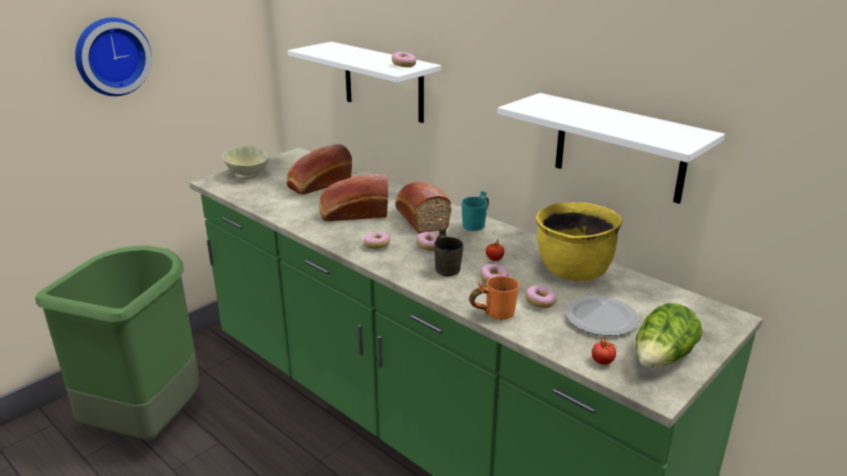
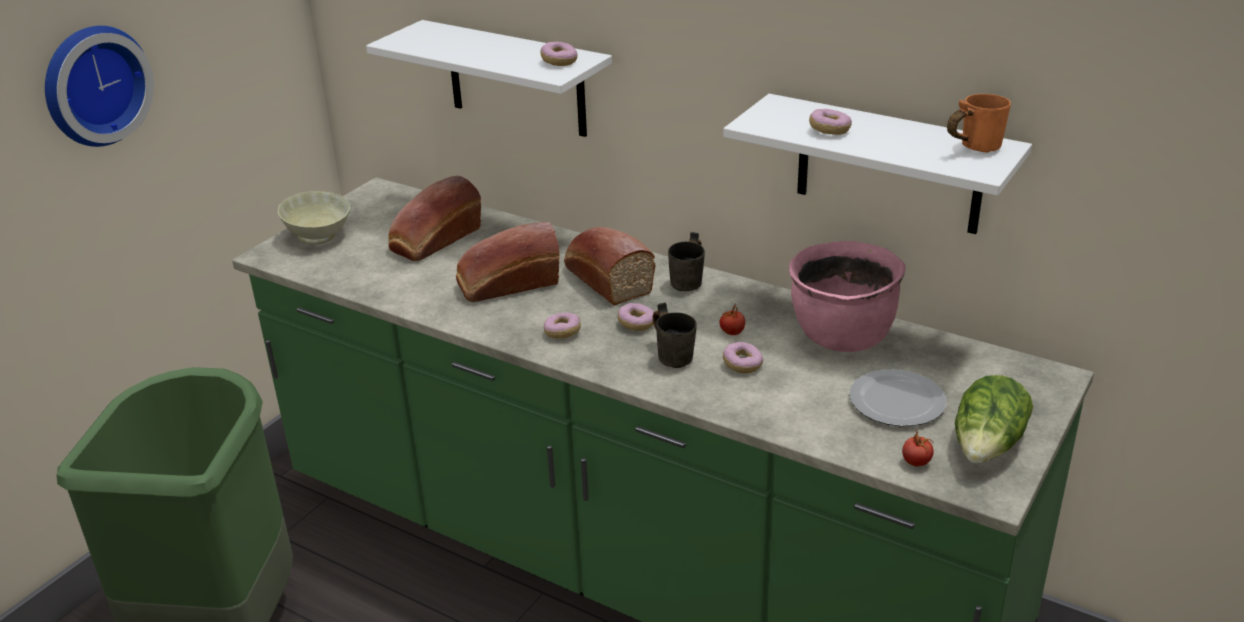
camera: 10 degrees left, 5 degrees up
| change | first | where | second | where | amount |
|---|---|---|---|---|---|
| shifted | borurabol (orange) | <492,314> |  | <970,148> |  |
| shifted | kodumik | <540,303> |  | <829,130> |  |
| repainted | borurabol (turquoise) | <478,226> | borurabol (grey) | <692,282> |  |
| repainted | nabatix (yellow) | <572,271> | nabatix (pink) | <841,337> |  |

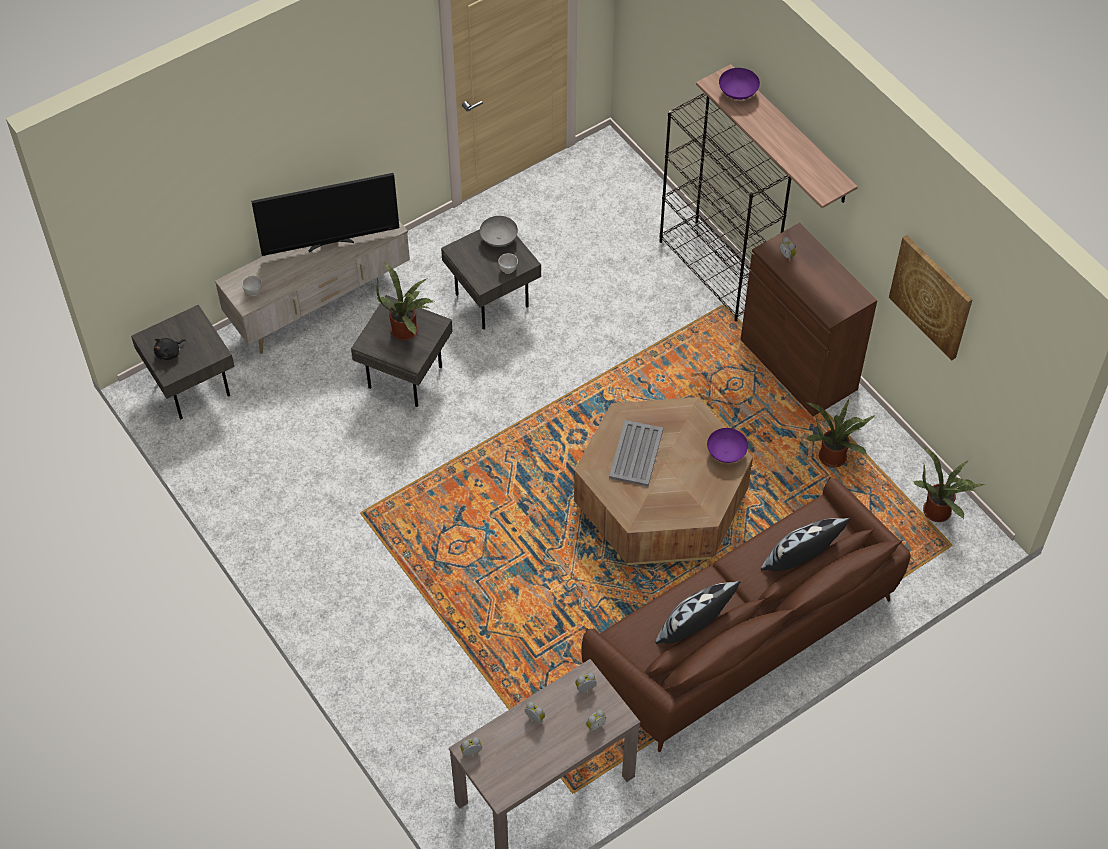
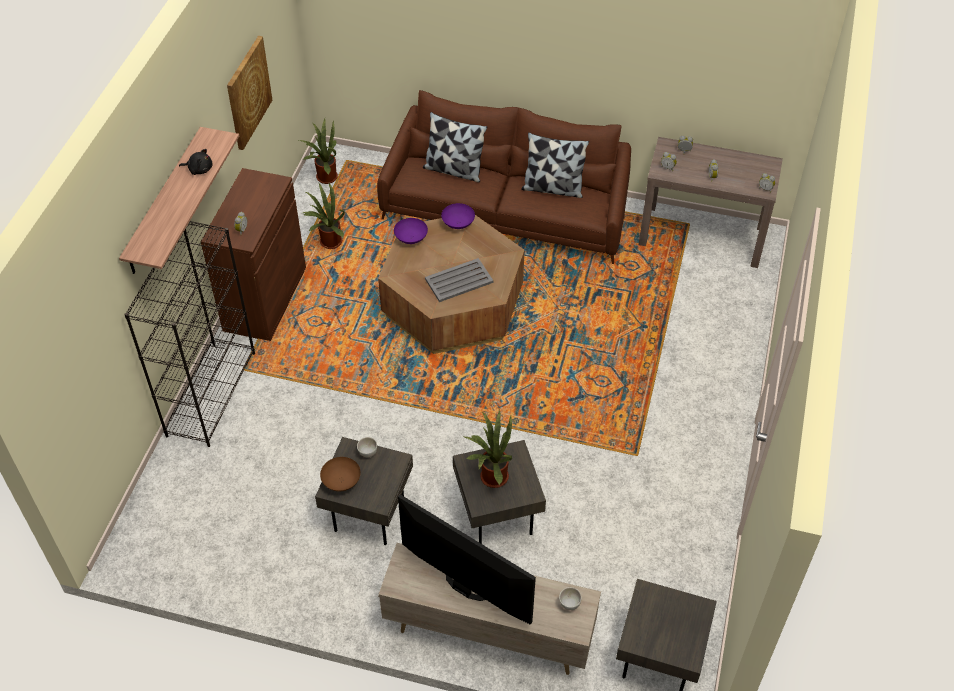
camera: 130 degrees left, 5 degrees down
| change | first | where | second | where | amount |
|---|---|---|---|---|---|
| shifted | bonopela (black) | <169,353> |  | <199,169> |  |
| shifted | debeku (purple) | <737,93> |  | <458,224> |  |
| repainted | debeku (grey) | <499,239> | debeku (brown) | <341,481> |  |

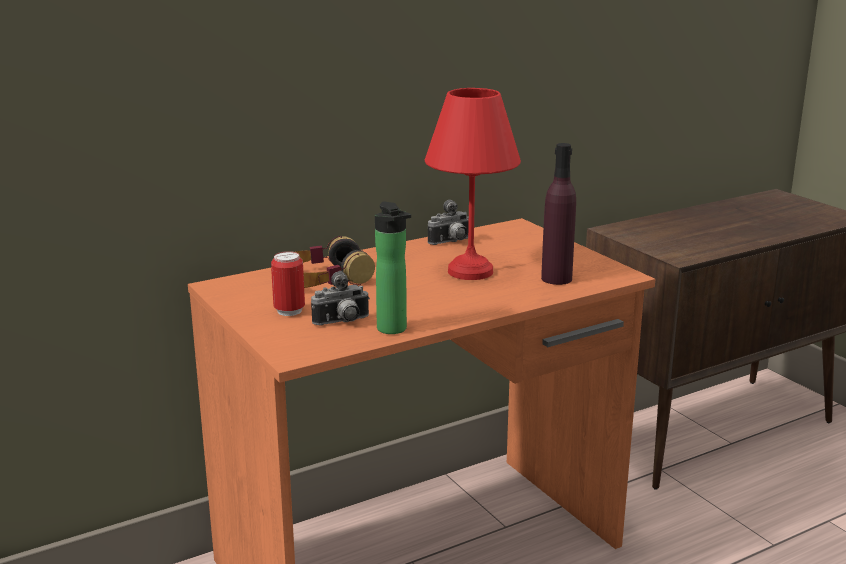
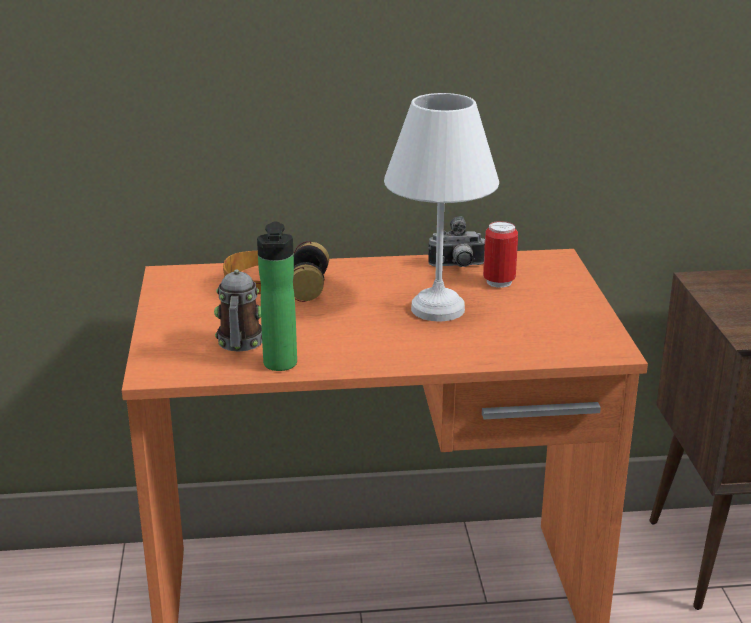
camera: 25 degrees right, 5 degrees up
| change | first | where | second | where | amount |
|---|---|---|---|---|---|
| gone | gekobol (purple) | <556,279> |  |  |  |
| shifted | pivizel | <289,311> |  | <499,282> |  |
| swapped | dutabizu | <342,322> | borurabol | <239,345> |  |
| repainted | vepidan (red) | <472,271> | vepidan (white) | <440,309> |  |

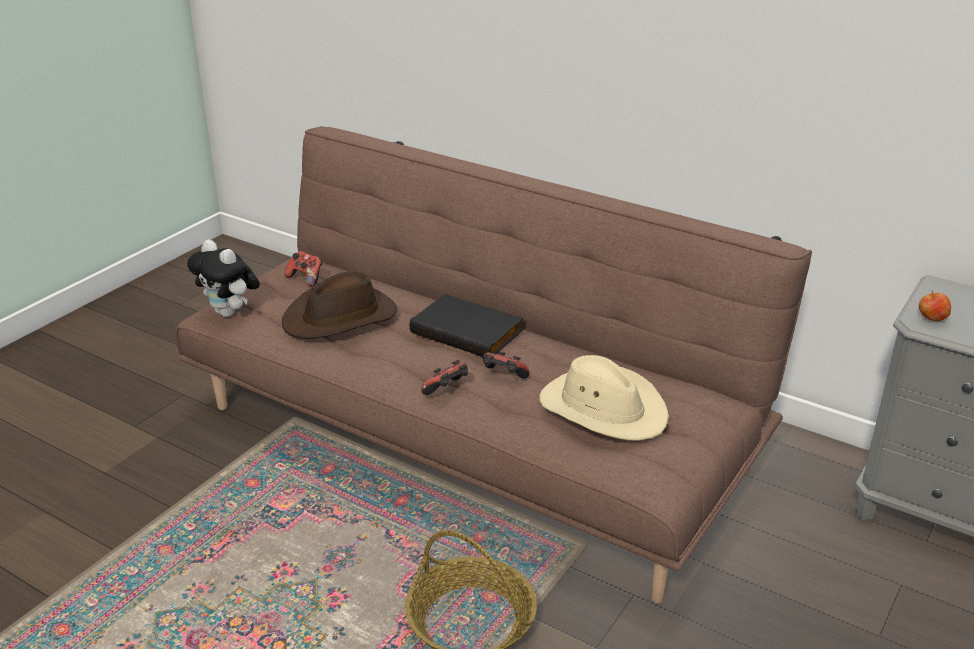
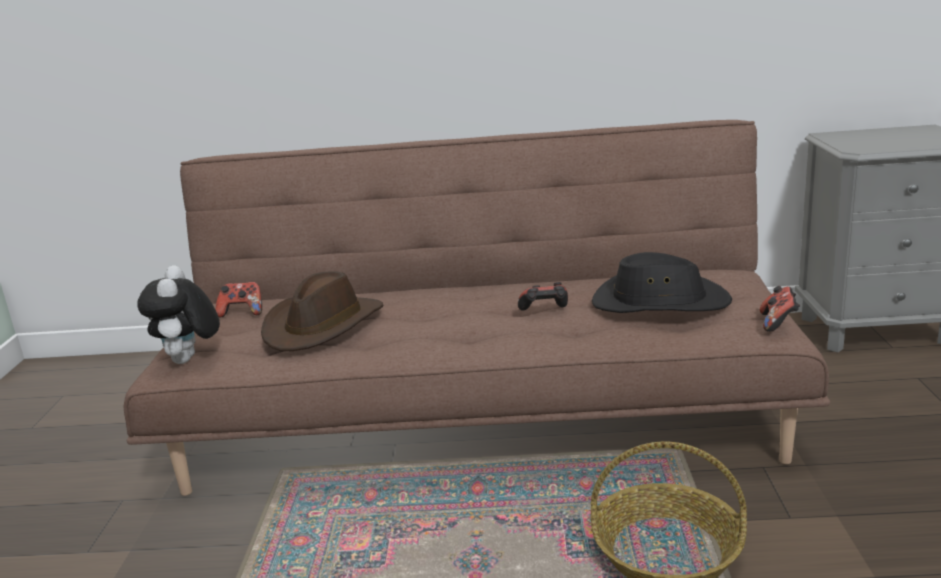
camera: 30 degrees left, 10 degrees down
| change | first | where | second | where | amount |
|---|---|---|---|---|---|
| gone | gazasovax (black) | <468,331> |  |  |  |
| gone | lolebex | <931,319> |  |  |  |
| shifted | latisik | <447,390> |  | <778,323> |  |
| repainted | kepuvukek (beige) | <603,408> | kepuvukek (black) | <659,303> |  |
| rotated | bonopela | <230,313> |  | <189,361> | 75 degrees clockwise |

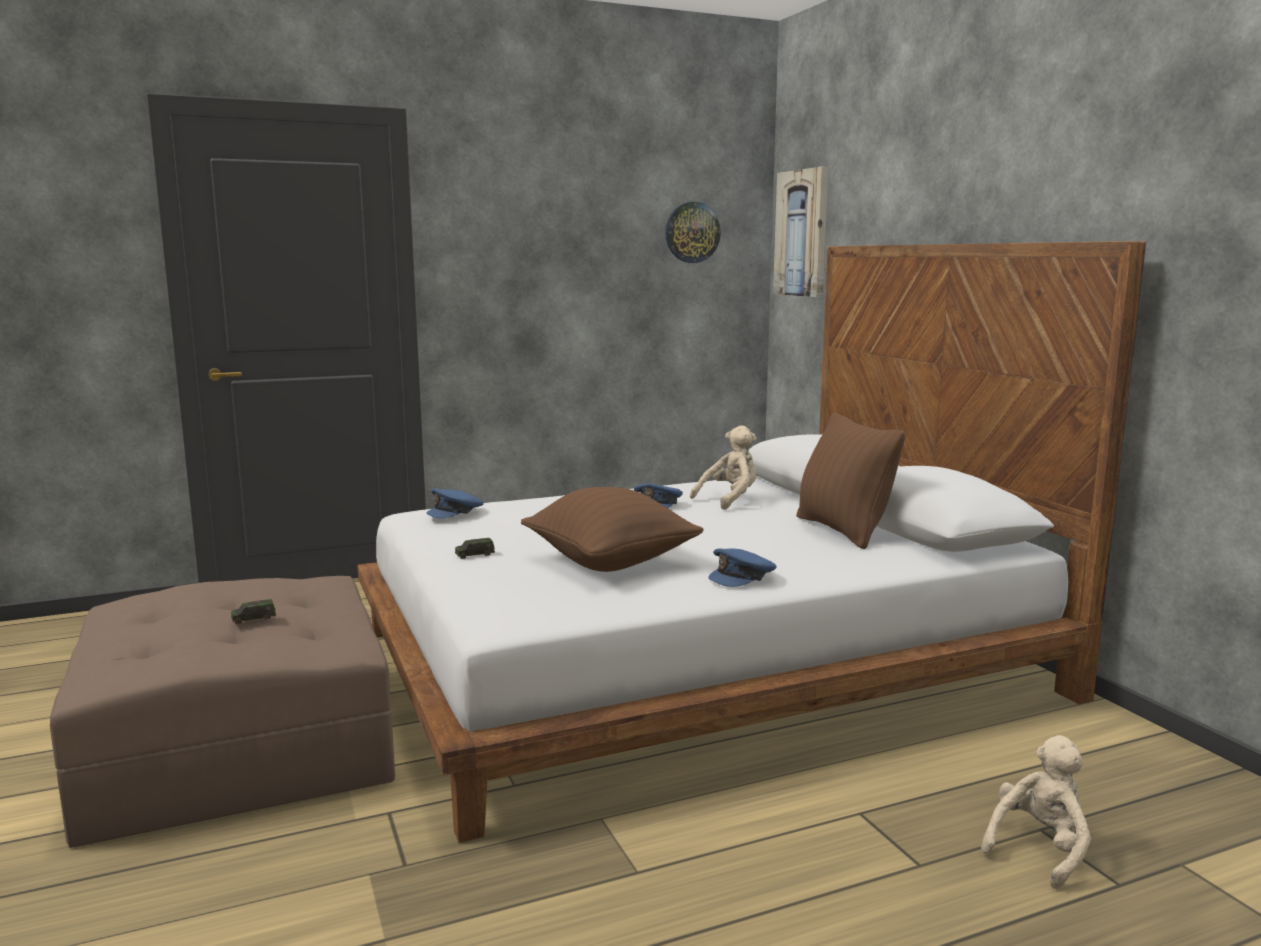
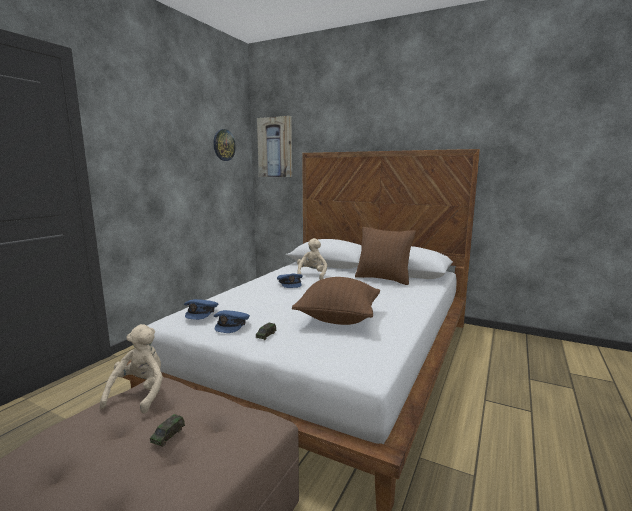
camera: 40 degrees left, 0 degrees up
| change | first | where | second | where | amount |
|---|---|---|---|---|---|
| shifted | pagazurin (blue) | <742,576> |  | <231,325> |  |
| shifted | bonopela (beige) | <1039,849> |  | <140,393> |  |

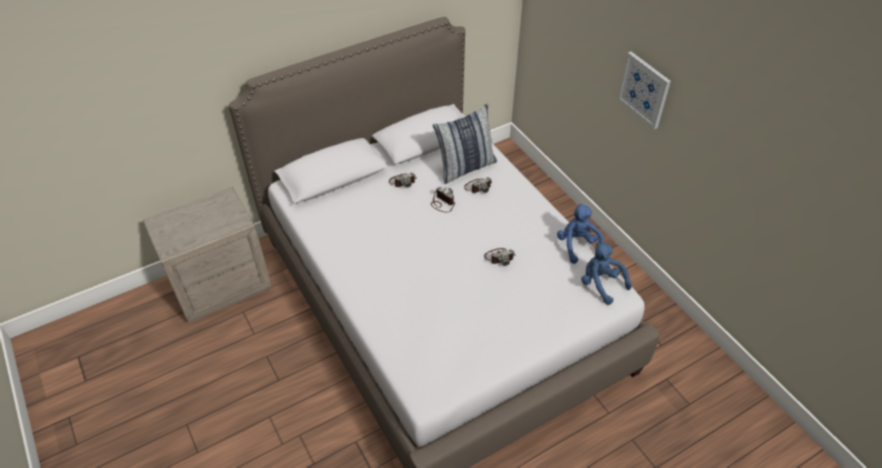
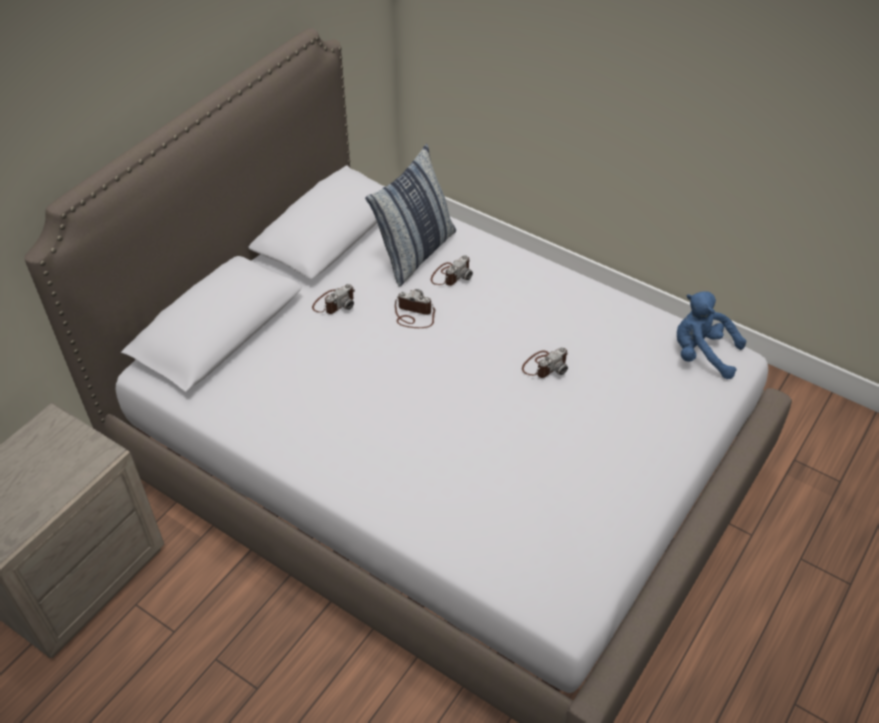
camera: 25 degrees left, 0 degrees up
| change | first | where | second | where | amount |
|---|---|---|---|---|---|
| gone | bonopela (blue) | <578,245> |  |  |  |
| gone | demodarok | <644,89> |  |  |  |

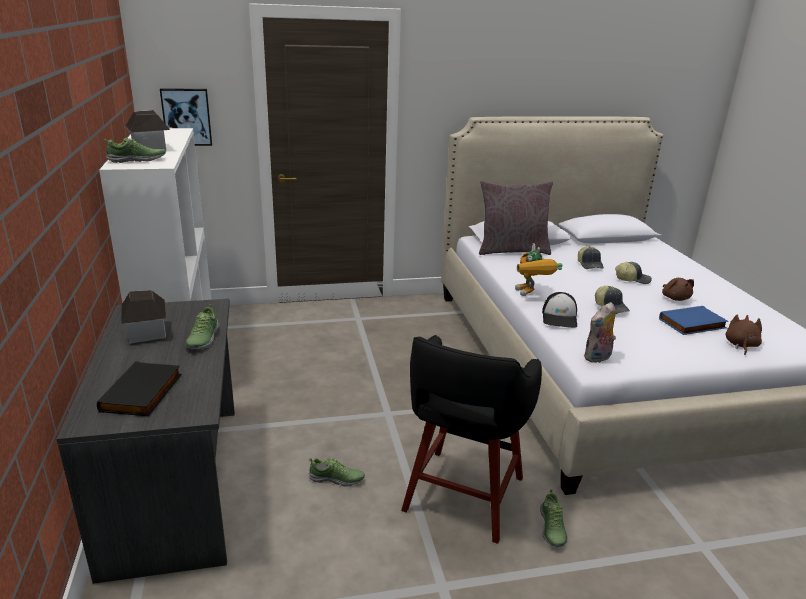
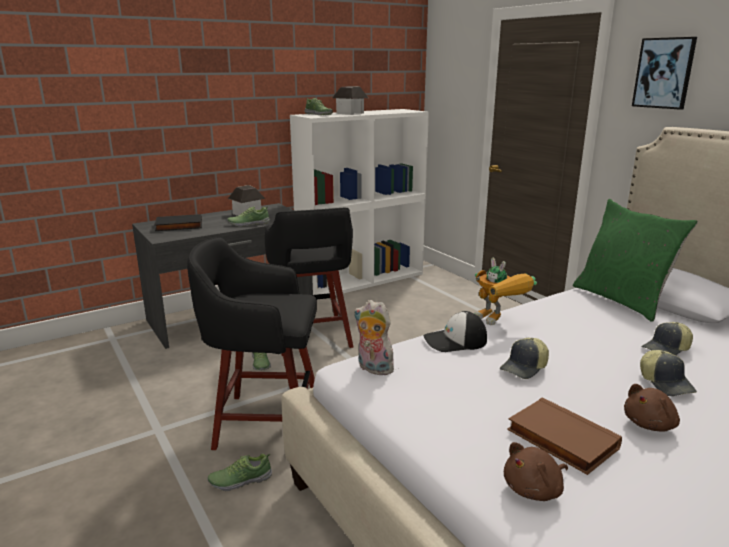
camera: 70 degrees right, 5 degrees down
| change | first | where | second | where | amount |
|---|---|---|---|---|---|
| new |  |  | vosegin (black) | <312,337> |  |
| shifted | demodarok | <186,117> |  | <664,73> |  |
| repainted | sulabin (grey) | <512,250> | sulabin (green) | <621,300> |  |
| repainted | gazasovax (blue) | <692,324> | gazasovax (brown) | <560,439> |  |
| rotated | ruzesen | <531,295> |  | <499,322> | 90 degrees counterclockwise |
| rotated | bonopela (brown) | <740,345> |  | <534,489> | 150 degrees clockwise |

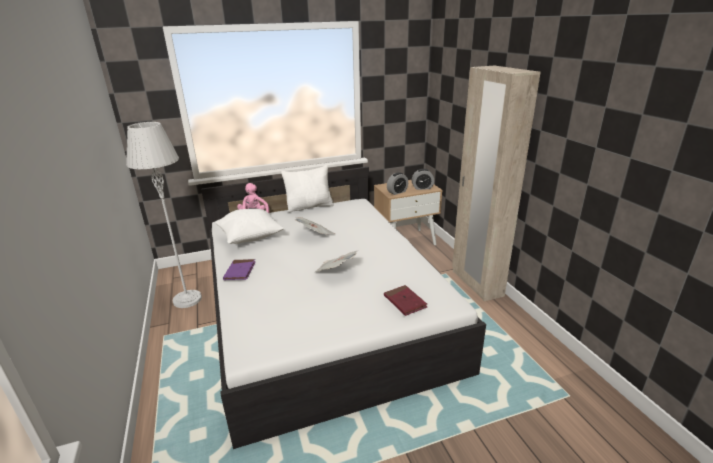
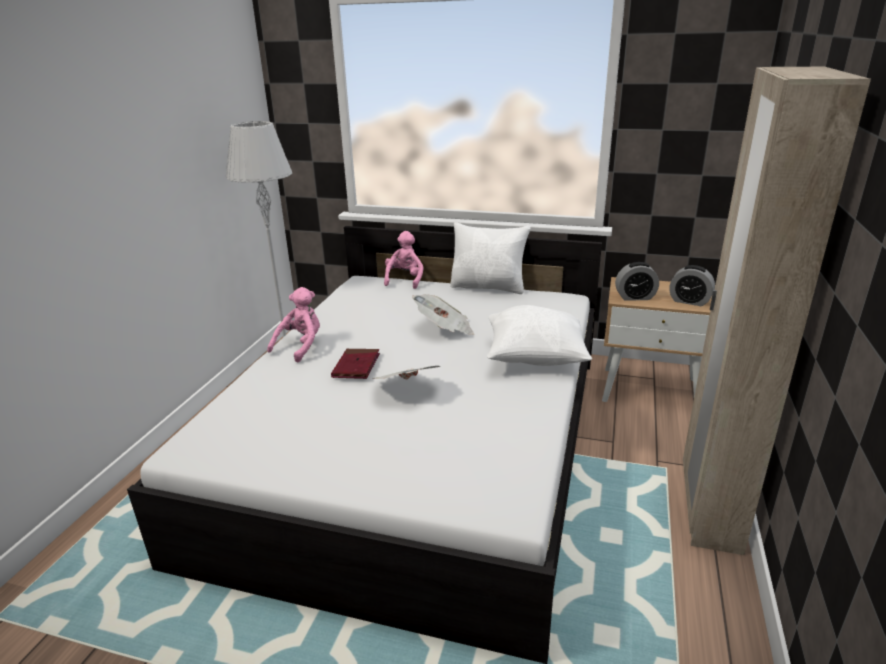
camera: 35 degrees right, 0 degrees up
| change | first | where | second | where | amount |
|---|---|---|---|---|---|
| shifted | sulabin (white) | <250,238> |  | <534,358> |  |
| shifted | gazasovax (red) | <405,302> |  | <356,366> |  |
| swapped | gazasovax (purple) | <240,271> | bonopela (pink) | <301,346> |  |

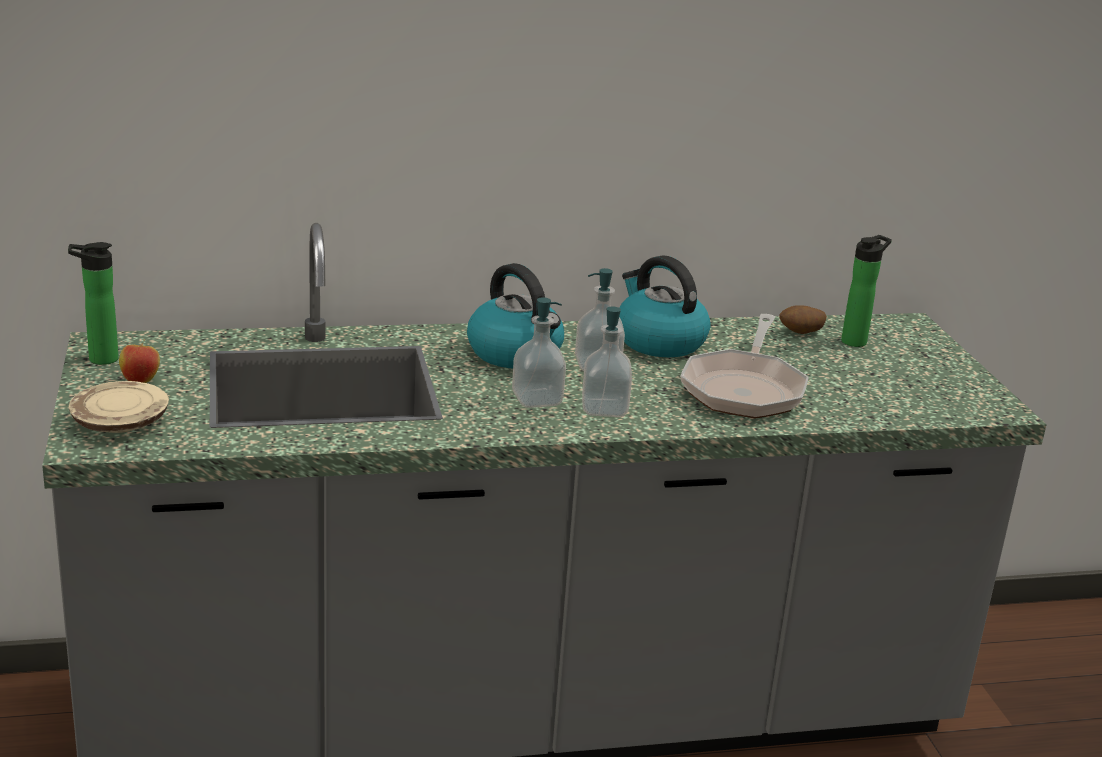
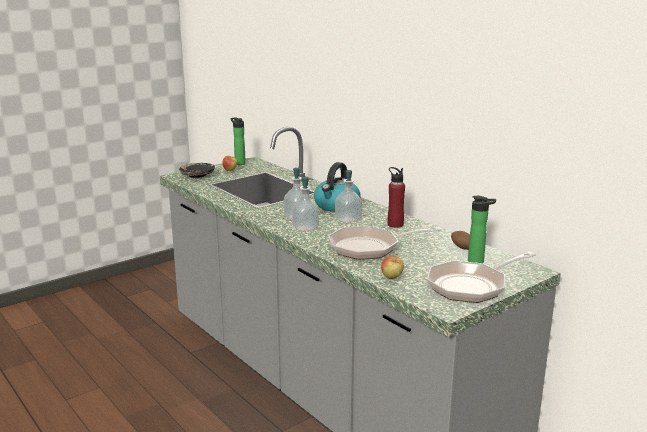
camera: 65 degrees right, 5 degrees down
| change | first | where | second | where | amount |
|---|---|---|---|---|---|
| new |  |  | lolebex | <392,278> |  |
| new |  |  | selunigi | <472,286> |  |
| swapped | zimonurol | <658,341> | gekobol (red) | <395,224> |  |
| repainted | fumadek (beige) | <120,423> | fumadek (black) | <197,175> |  |

